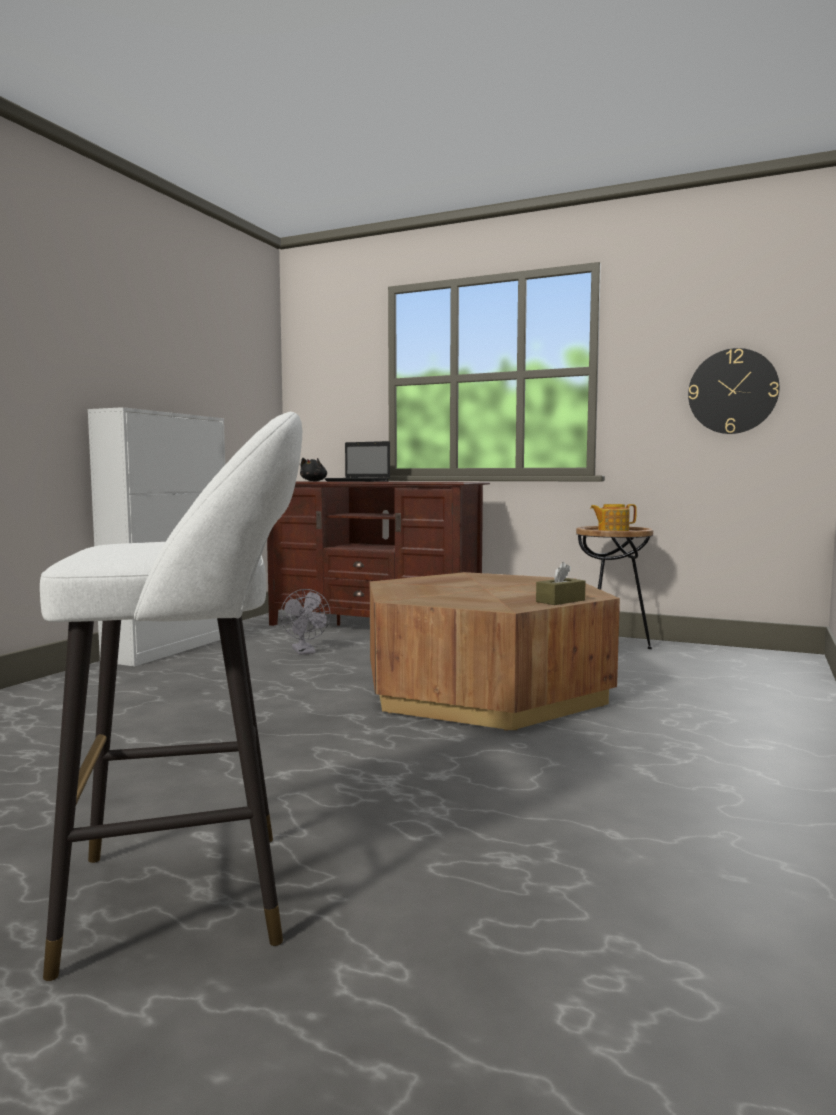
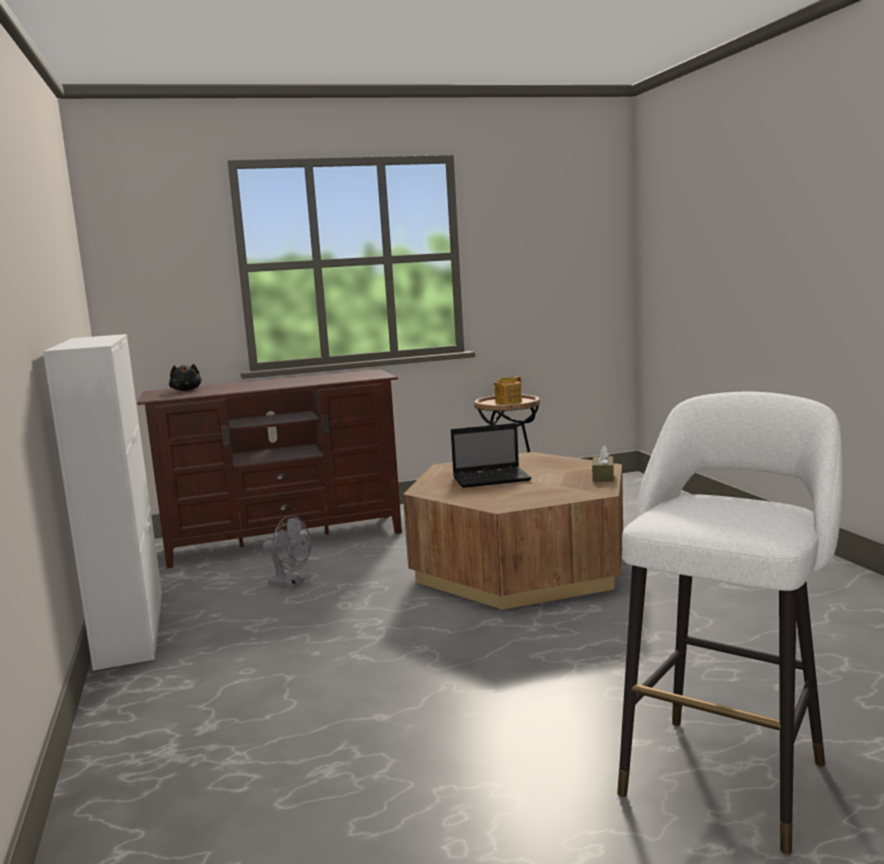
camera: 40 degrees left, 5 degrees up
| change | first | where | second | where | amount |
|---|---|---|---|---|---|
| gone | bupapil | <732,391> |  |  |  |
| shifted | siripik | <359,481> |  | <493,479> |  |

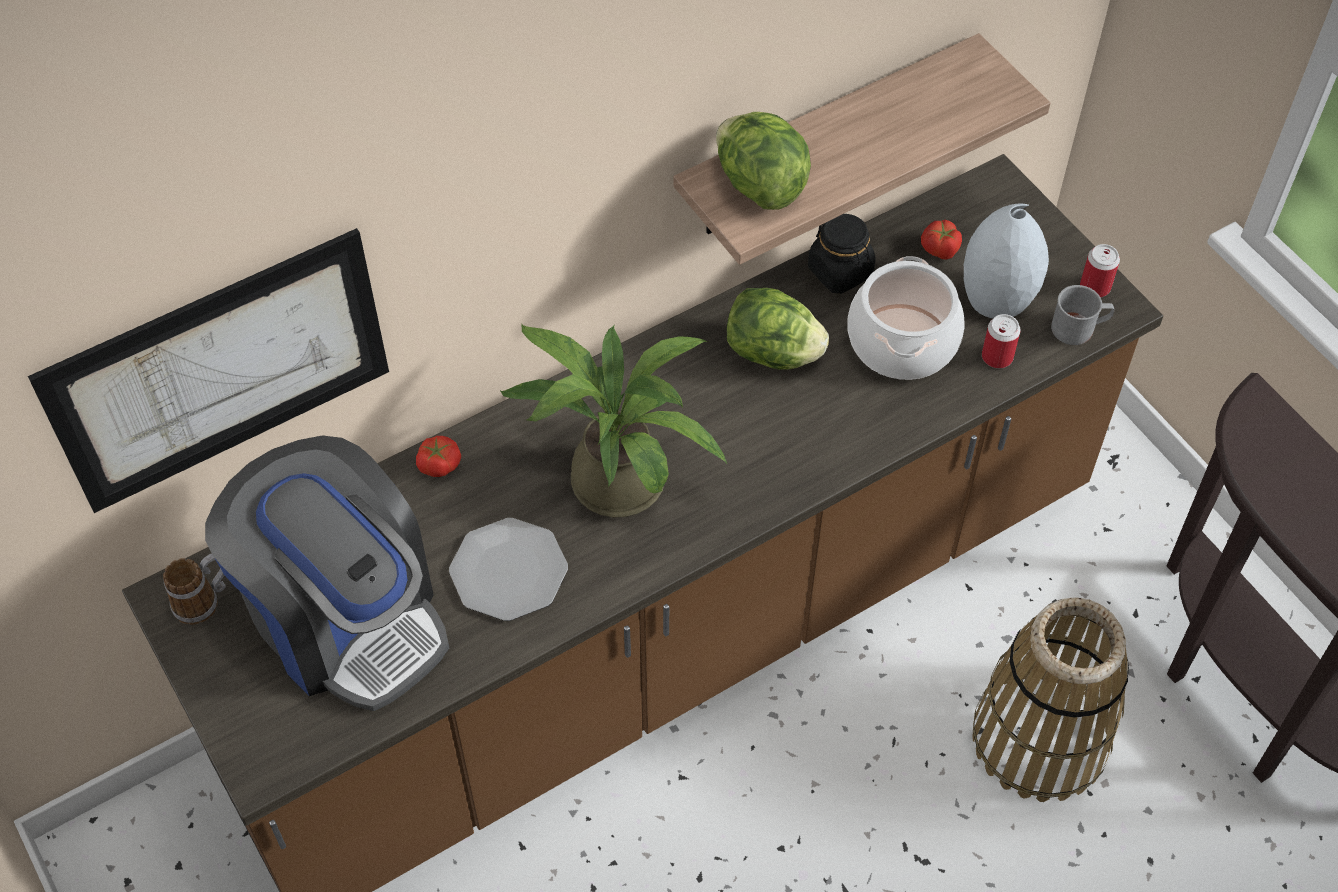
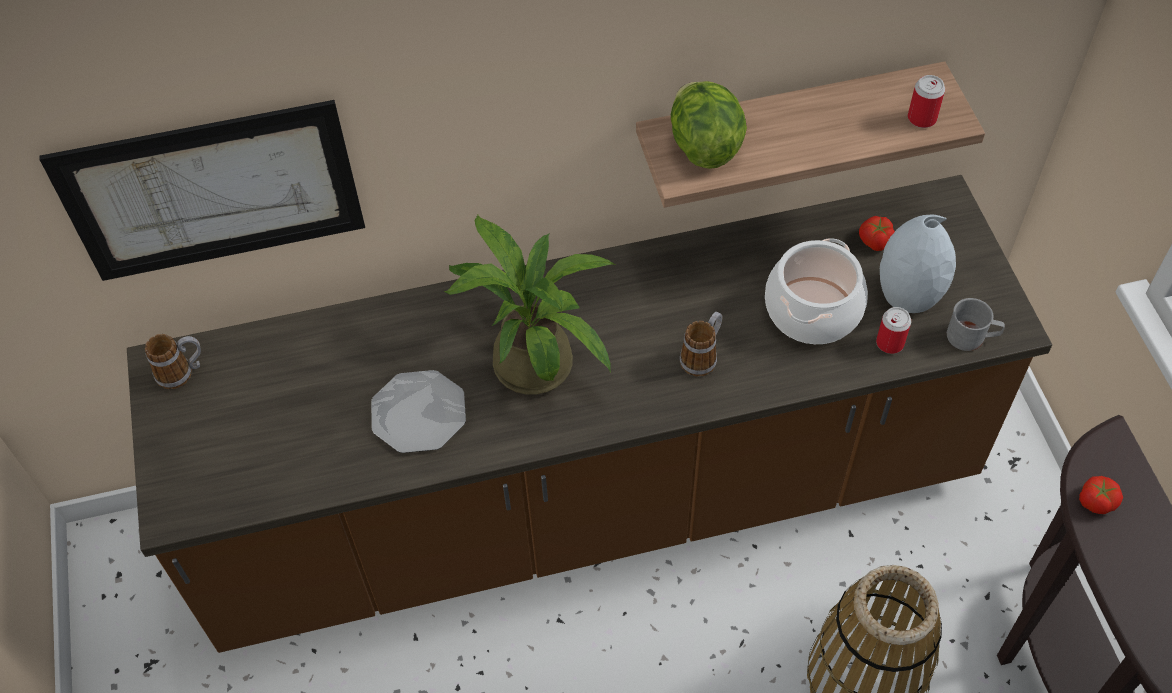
camera: 20 degrees right, 0 degrees up
| change | first | where | second | where | amount |
|---|---|---|---|---|---|
| gone | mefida | <345,617> |  |  |  |
| gone | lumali | <773,353> |  |  |  |
| gone | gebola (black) | <840,272> |  |  |  |
| new |  |  | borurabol | <702,356> |  |
| shifted | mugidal | <438,464> |  | <1096,500> |  |
| shifted | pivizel | <1095,287> |  | <922,118> |  |

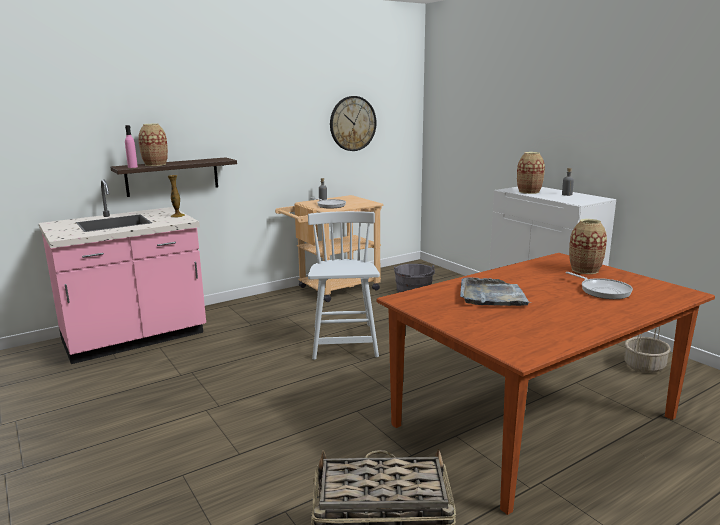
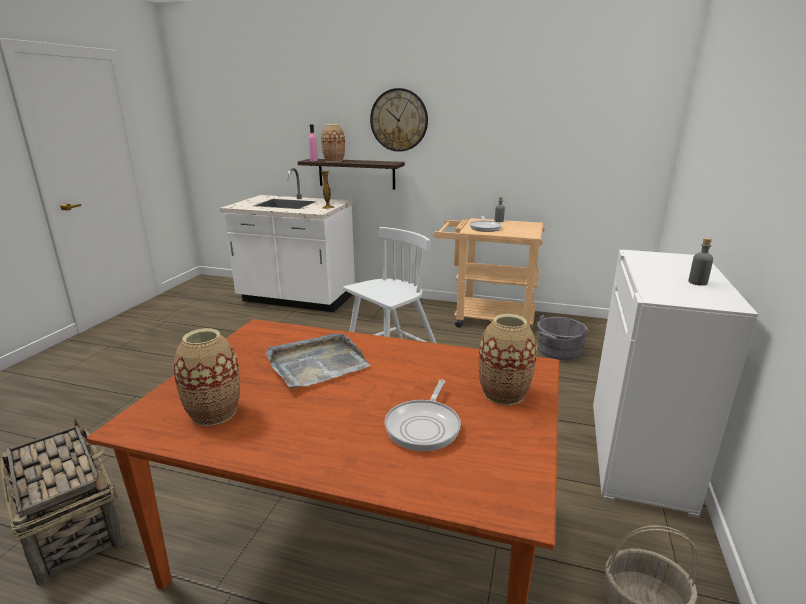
camera: 50 degrees right, 5 degrees up
| change | first | where | second | where | amount |
|---|---|---|---|---|---|
| shifted | bupapil | <352,123> |  | <399,120> |  |
| shifted | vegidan | <529,192> |  | <214,413> |  |
| repainted | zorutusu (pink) | <134,338> | zorutusu (white) | <296,299> |  |

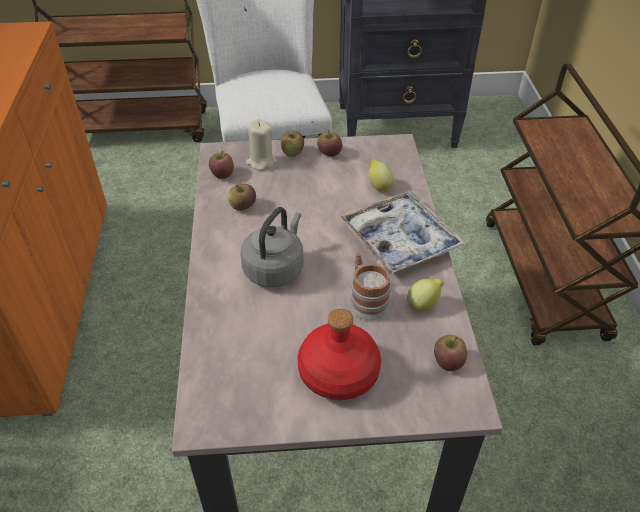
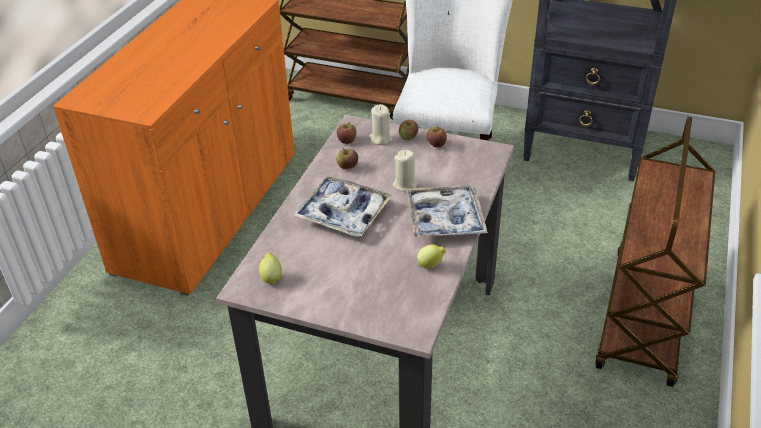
camera: 25 degrees right, 5 degrees down
| change | first | where | second | where | amount |
|---|---|---|---|---|---|
| gone | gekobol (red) | <339,372> |  |  |  |
| gone | borurabol | <366,300> |  |  |  |
| gone | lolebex | <448,361> |  |  |  |
| new |  |  | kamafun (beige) | <405,184> |  |
| shifted | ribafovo | <379,186> |  | <271,277> |  |
| swapped | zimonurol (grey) | <275,268> | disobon | <343,213> |  |

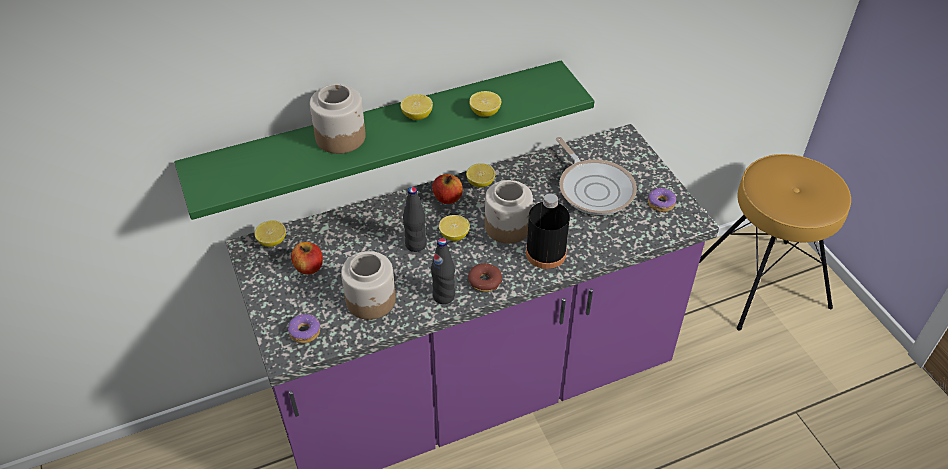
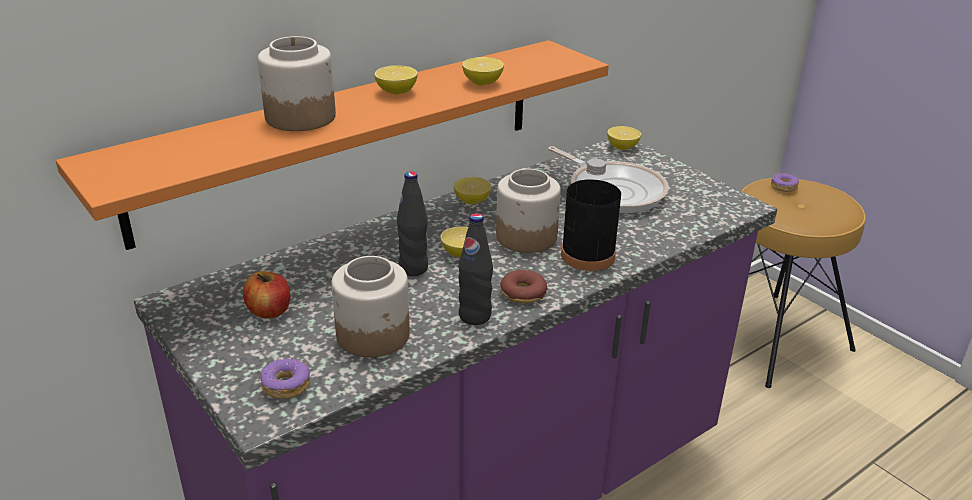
camera: 15 degrees left, 15 degrees down
| change | first | where | second | where | amount |
|---|---|---|---|---|---|
| gone | lolebex | <447,198> |  |  |  |
| shifted | ribafovo | <272,241> |  | <622,147> |  |
| shifted | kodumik | <660,204> |  | <783,187> |  |
| repainted | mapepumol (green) | <382,136> | mapepumol (orange) | <345,136> |  |

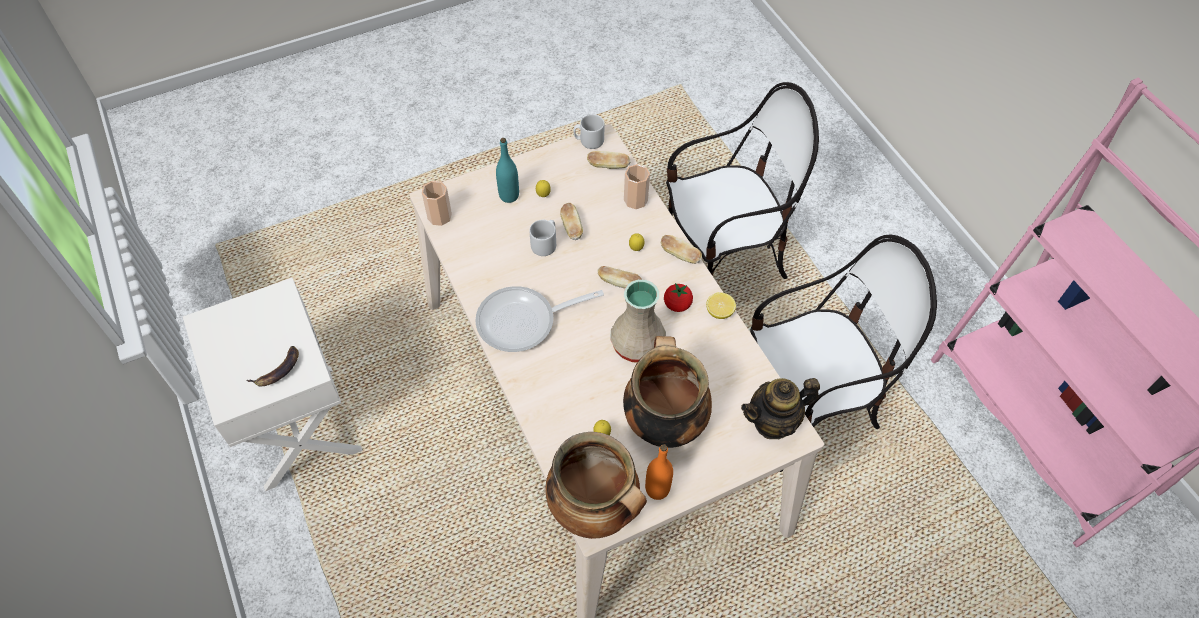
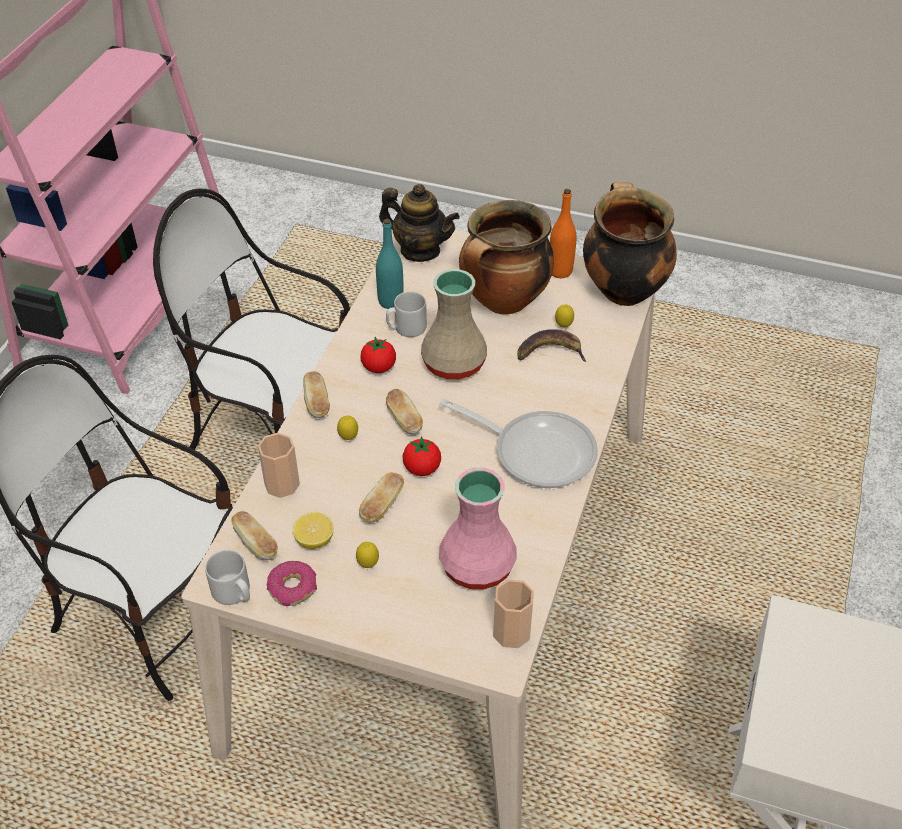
camera: 135 degrees left, 10 degrees down
| change | first | where | second | where | amount |
|---|---|---|---|---|---|
| new |  |  | kodumik | <293,588> |  |
| new |  |  | mugidal | <422,468> |  |
| new |  |  | vegidan (pink) | <475,565> |  |
| shifted | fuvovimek | <278,371> |  | <550,351> |  |
| shifted | gekobol (turquoise) | <509,195> |  | <390,301> |  |
| shifted | borurabol (grey) | <545,244> |  | <406,328> |  |
| shifted | ribafovo | <719,312> |  | <314,540> |  |

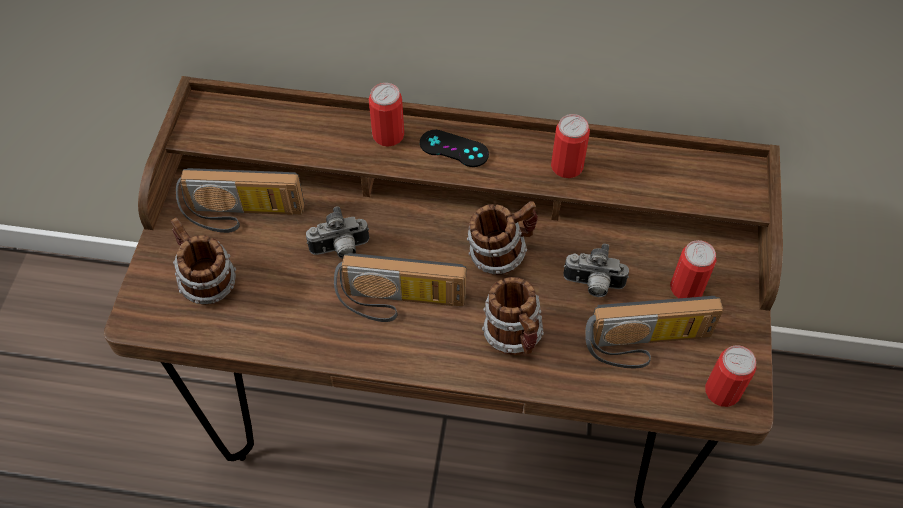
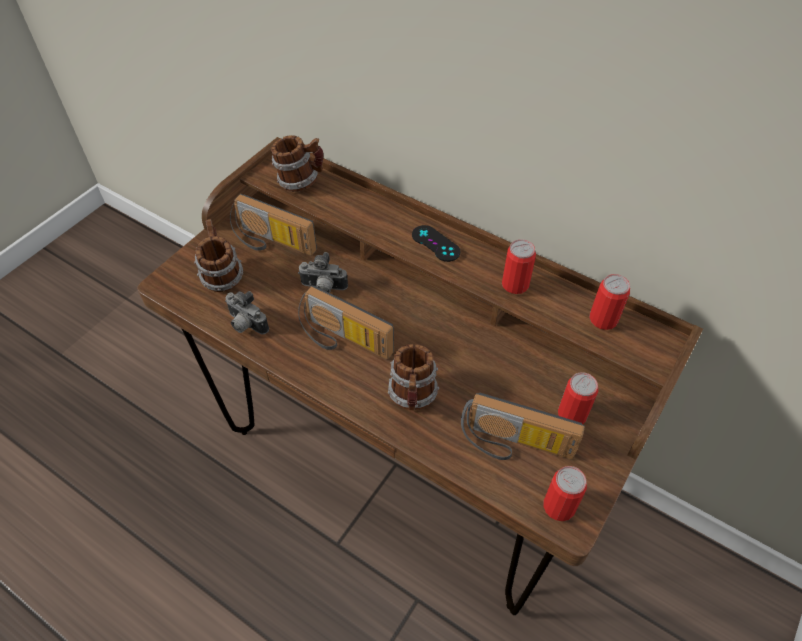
camera: 25 degrees right, 5 degrees down
| change | first | where | second | where | amount |
|---|---|---|---|---|---|
| shifted | pivizel | <388,135> |  | <603,319> |  |
| shifted | borurabol | <500,253> |  | <301,181> |  |
| shifted | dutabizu | <593,285> |  | <245,325> |  |

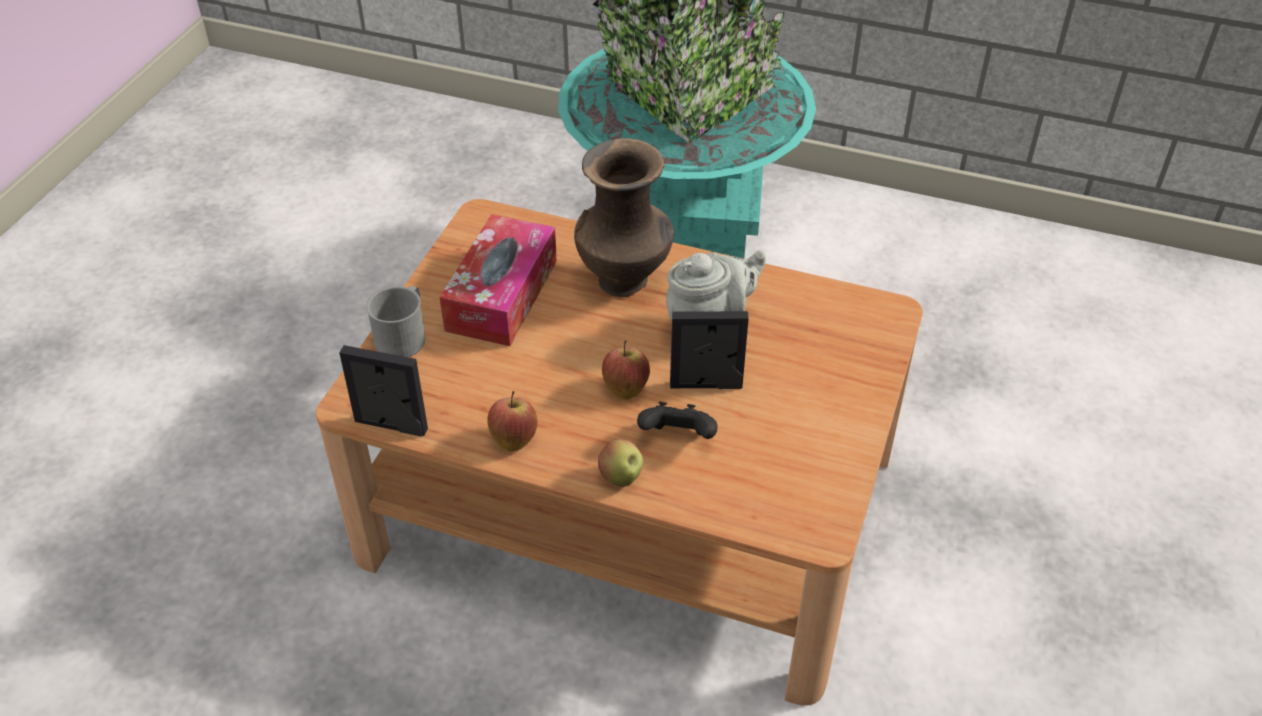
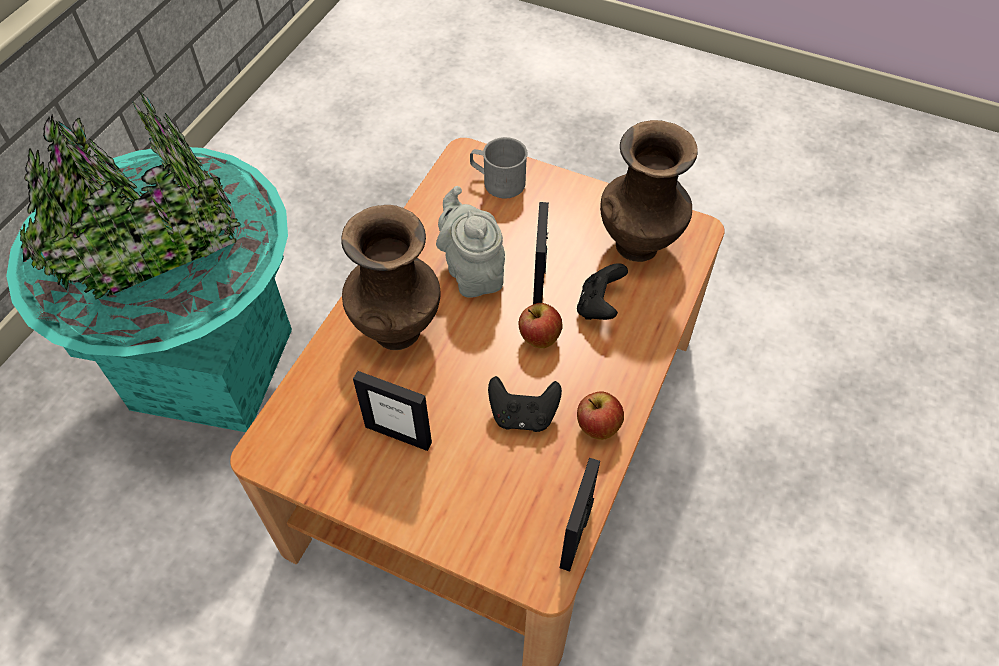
camera: 85 degrees left, 10 degrees up
| change | first | where | second | where | amount |
|---|---|---|---|---|---|
| gone | lolebex | <621,477> |  |  |  |
| new |  |  | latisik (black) | <523,415> |  |
| new |  |  | vegidan (brown) | <639,244> |  |
| shifted | borurabol (grey) | <404,336> |  | <498,181> |  |
| swapped | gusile | <502,295> | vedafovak | <398,434> |  |

